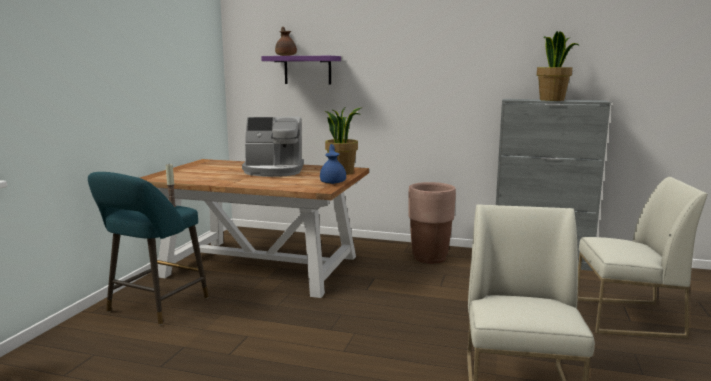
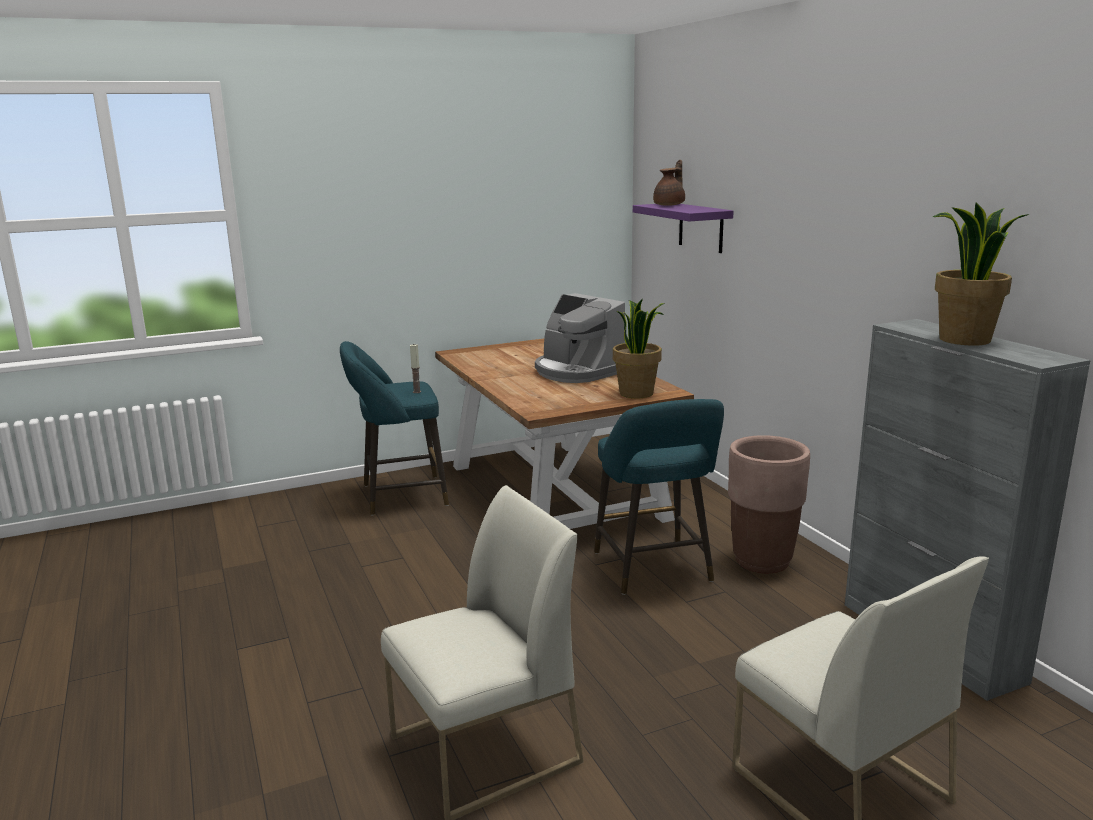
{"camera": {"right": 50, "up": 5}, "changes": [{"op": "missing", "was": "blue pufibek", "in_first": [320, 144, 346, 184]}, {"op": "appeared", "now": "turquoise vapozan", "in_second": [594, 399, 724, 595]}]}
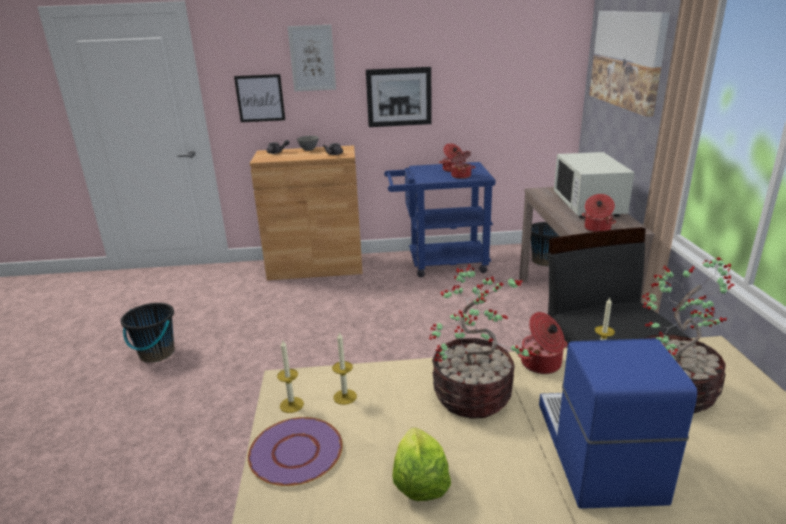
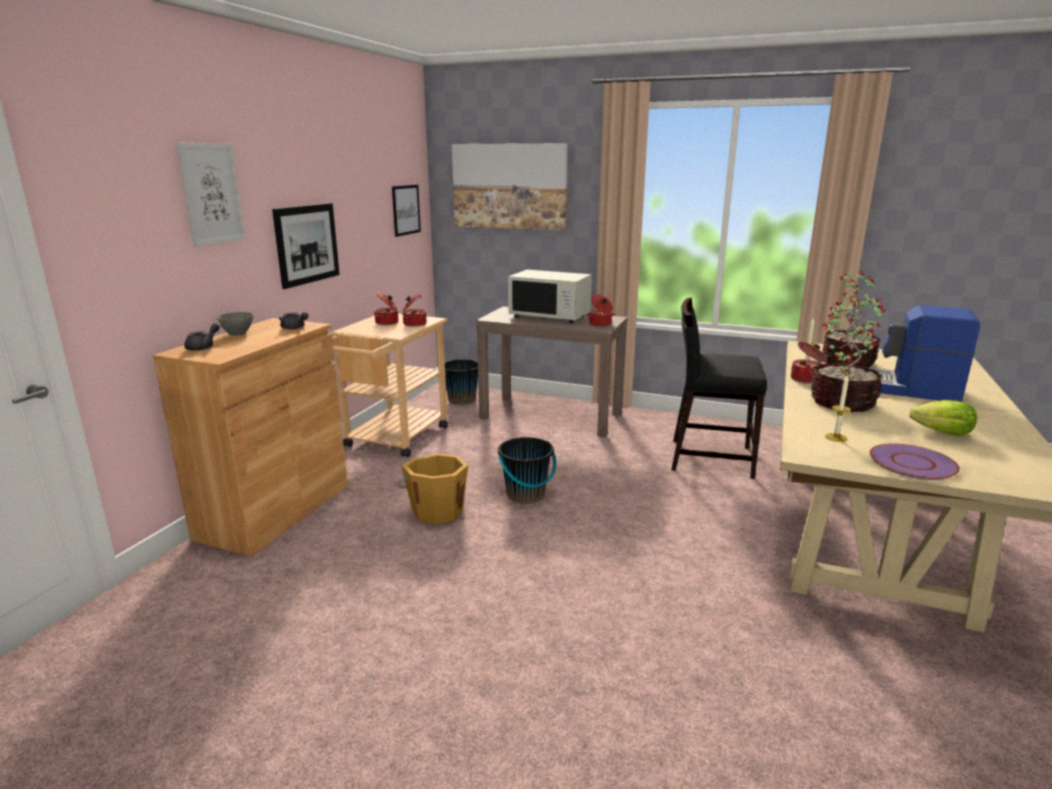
{"camera": {"right": -65, "up": -5}, "changes": [{"op": "missing", "was": "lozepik", "in_first": [277, 339, 304, 413]}, {"op": "appeared", "now": "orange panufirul", "in_second": [398, 453, 468, 525]}, {"op": "relocated", "was": "black panufirul", "in_first": [121, 303, 175, 363], "in_second": [498, 437, 557, 504]}, {"op": "relocated", "was": "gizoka", "in_first": [234, 74, 285, 122], "in_second": [392, 185, 421, 237]}, {"op": "colour", "was": "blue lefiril", "now": "beige lefiril", "in_first": [384, 162, 496, 277], "in_second": [331, 314, 448, 458]}]}
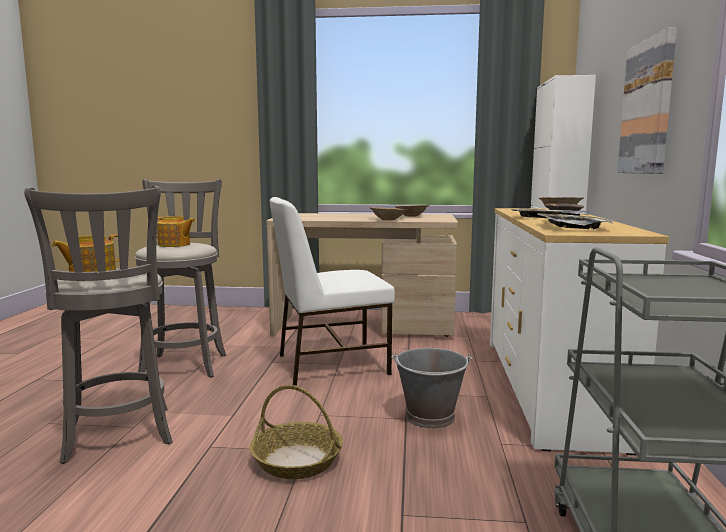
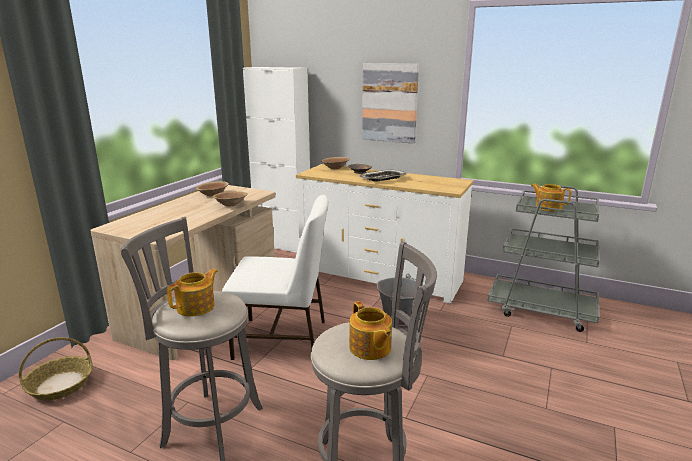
{"camera": {"right": -70, "up": 10}, "changes": [{"op": "missing", "was": "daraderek", "in_first": [537, 213, 613, 229]}, {"op": "appeared", "now": "pufibek", "in_second": [531, 184, 572, 211]}, {"op": "relocated", "was": "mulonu", "in_first": [250, 385, 343, 479], "in_second": [19, 337, 93, 400]}, {"op": "spun", "was": "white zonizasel", "in_first": [270, 197, 395, 386], "in_second": [222, 195, 328, 360], "clockwise": -90}]}
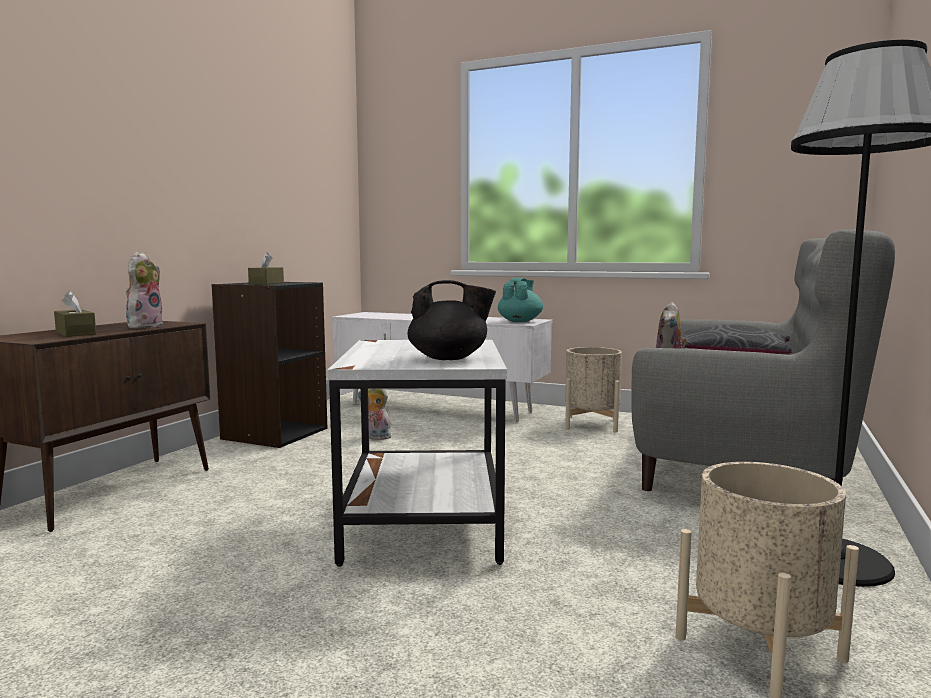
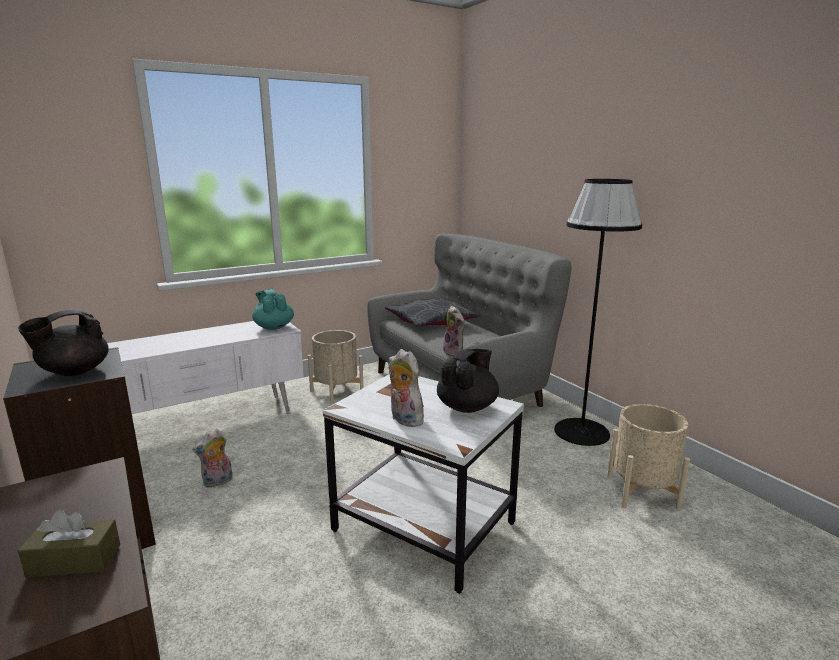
{"camera": {"right": -55, "up": 10}, "changes": [{"op": "relocated", "was": "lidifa", "in_first": [126, 252, 163, 328], "in_second": [388, 349, 424, 427]}, {"op": "exchanged", "was": "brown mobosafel", "now": "black pufibek", "in_first": [248, 252, 284, 284], "in_second": [18, 310, 109, 376]}]}
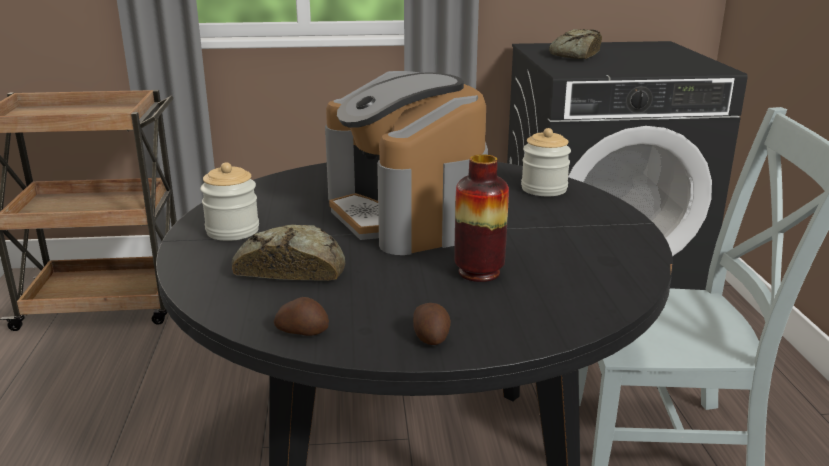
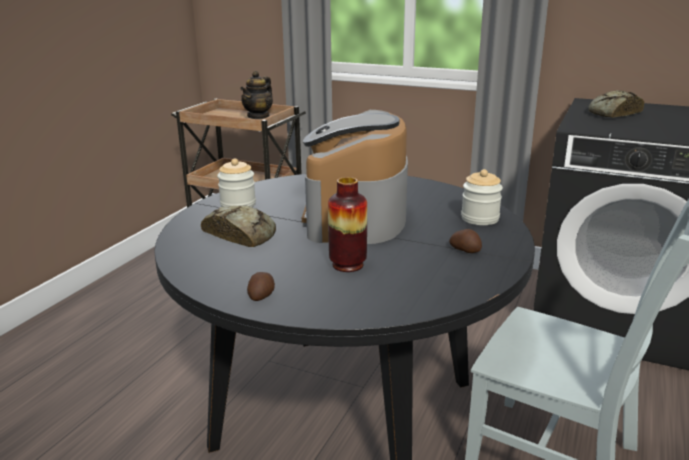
{"camera": {"right": 30, "up": 0}, "changes": [{"op": "appeared", "now": "pufibek", "in_second": [240, 71, 273, 119]}, {"op": "relocated", "was": "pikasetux", "in_first": [274, 297, 329, 336], "in_second": [449, 229, 482, 253]}]}
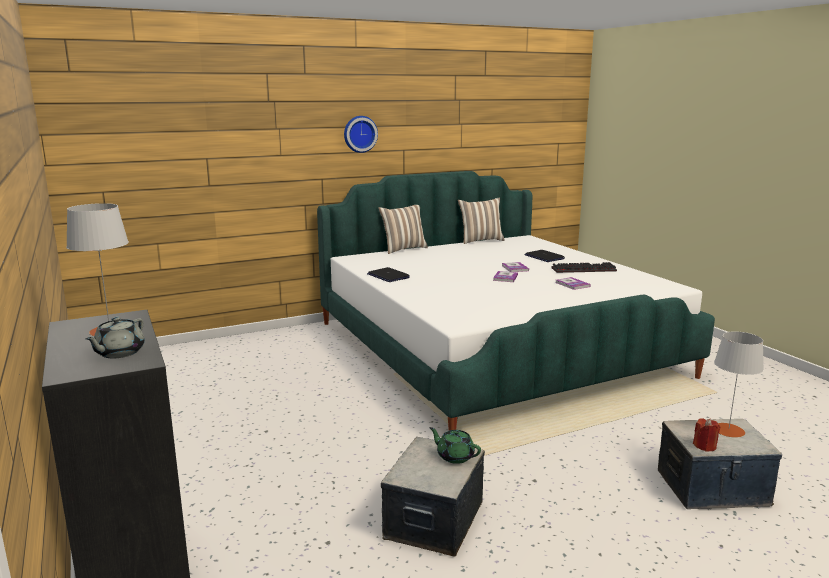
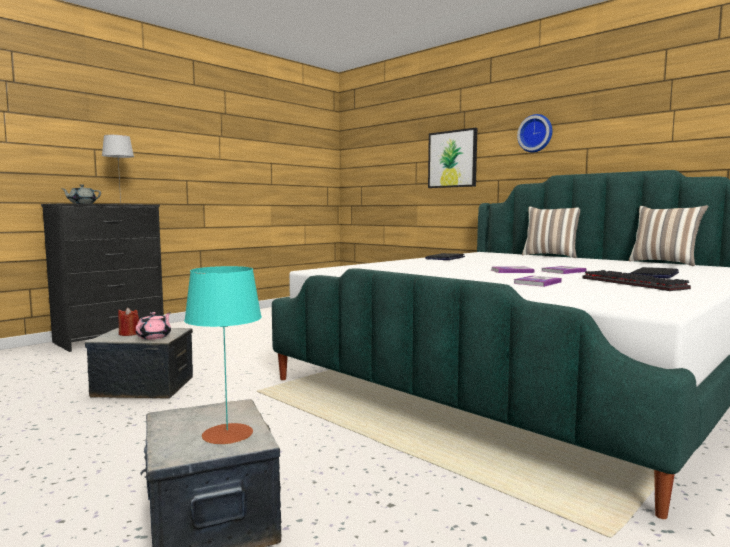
{"camera": {"right": 70, "up": -10}, "changes": [{"op": "appeared", "now": "gizoka", "in_second": [428, 128, 477, 188]}, {"op": "relocated", "was": "red lozepik", "in_first": [693, 418, 720, 452], "in_second": [118, 307, 139, 336]}, {"op": "colour", "was": "green pufibek", "now": "pink pufibek", "in_first": [429, 427, 481, 464], "in_second": [136, 312, 171, 340]}, {"op": "colour", "was": "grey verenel", "now": "turquoise verenel", "in_first": [714, 331, 764, 438], "in_second": [184, 266, 262, 444]}]}
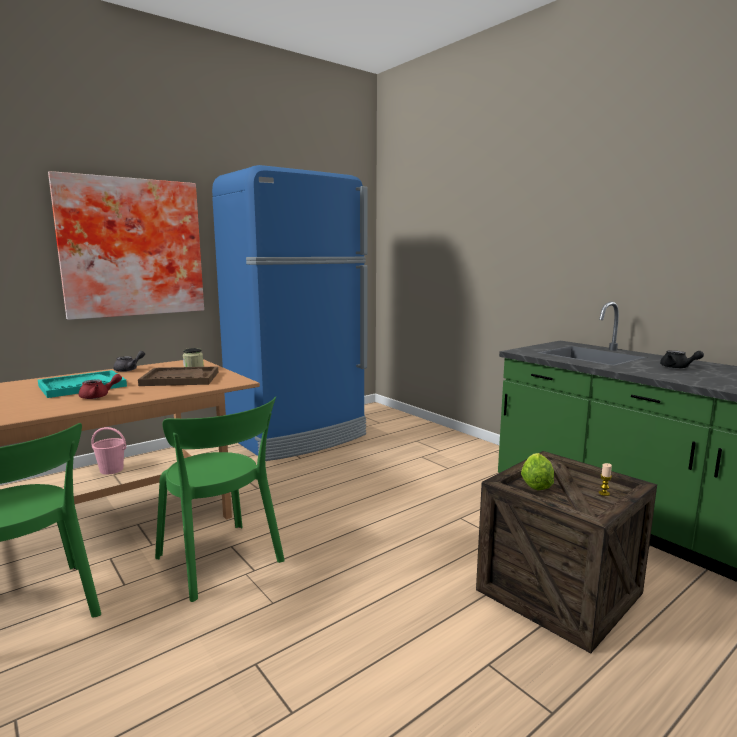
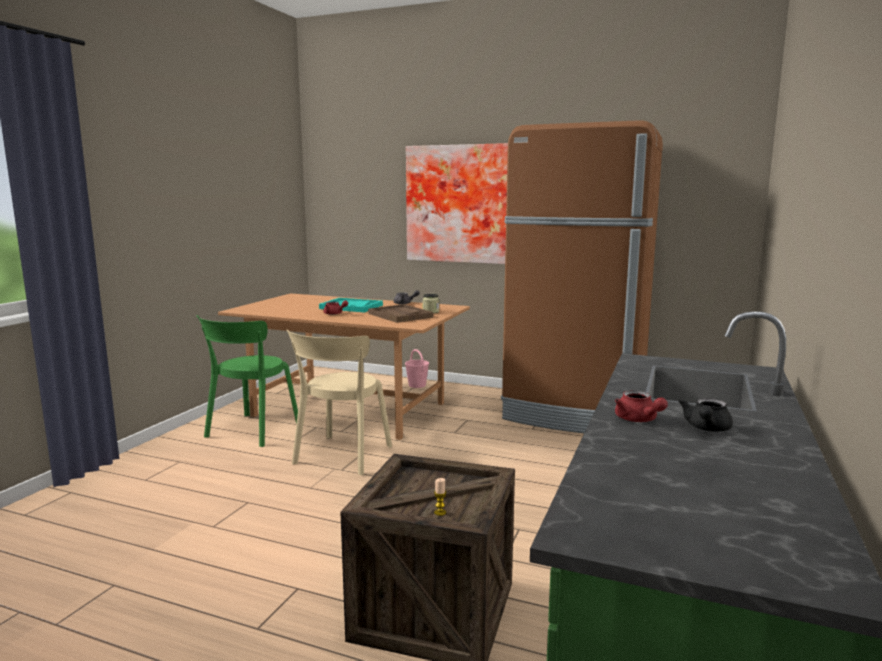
{"camera": {"right": 60, "up": 0}, "changes": [{"op": "missing", "was": "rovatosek", "in_first": [521, 453, 554, 490]}, {"op": "appeared", "now": "red pufibek", "in_second": [615, 390, 668, 422]}, {"op": "colour", "was": "green zonizasel", "now": "beige zonizasel", "in_first": [155, 396, 285, 602], "in_second": [287, 330, 392, 475]}, {"op": "colour", "was": "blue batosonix", "now": "brown batosonix", "in_first": [212, 165, 368, 461], "in_second": [501, 120, 663, 433]}]}
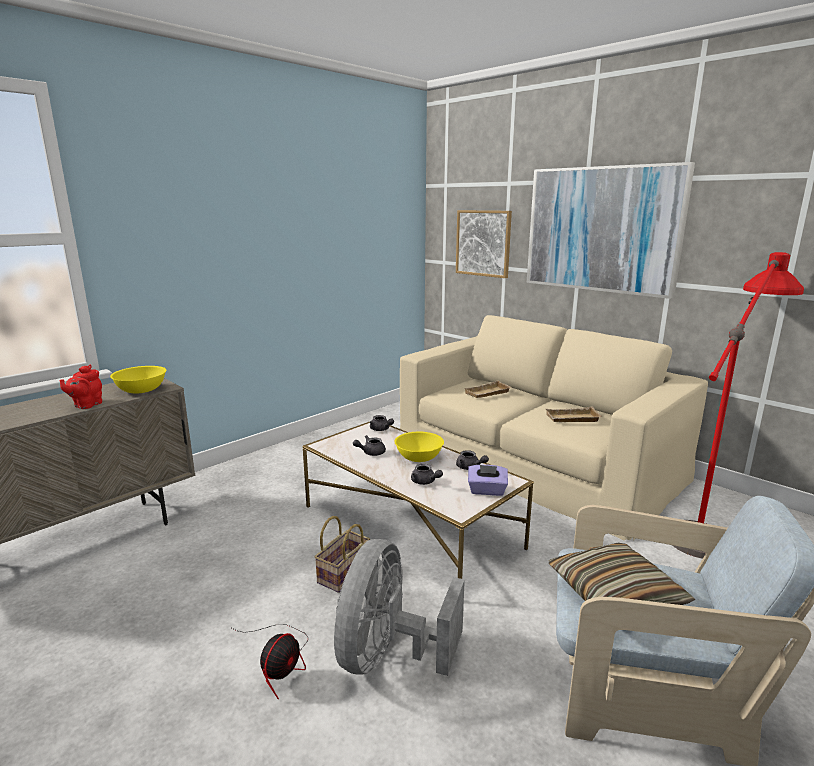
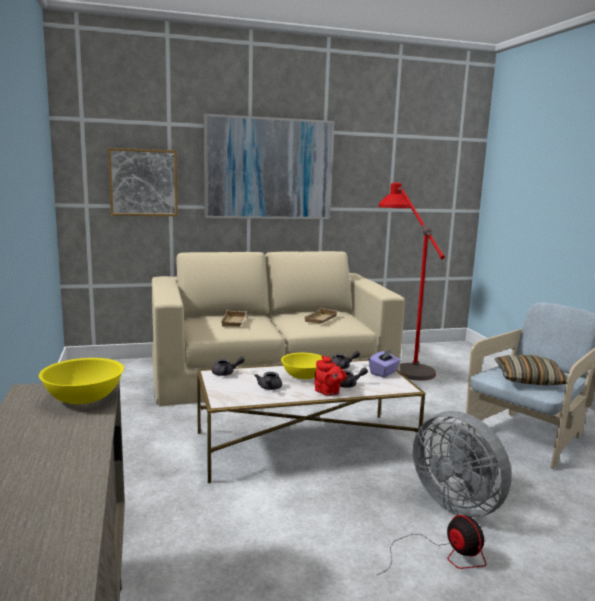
{"camera": {"right": -60, "up": -5}, "changes": [{"op": "missing", "was": "mulonu", "in_first": [314, 516, 370, 593]}, {"op": "relocated", "was": "red pufibek", "in_first": [60, 365, 102, 409], "in_second": [314, 356, 347, 396]}]}
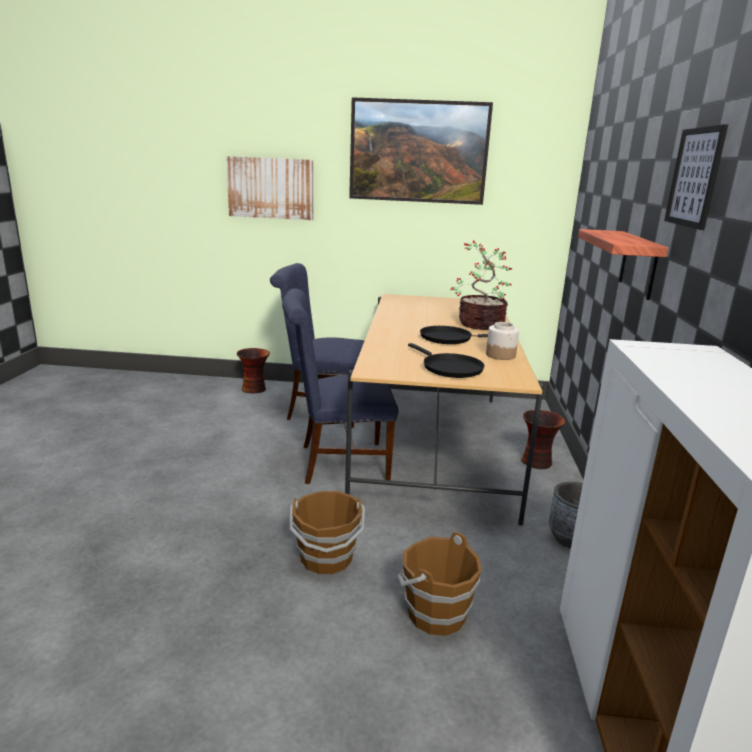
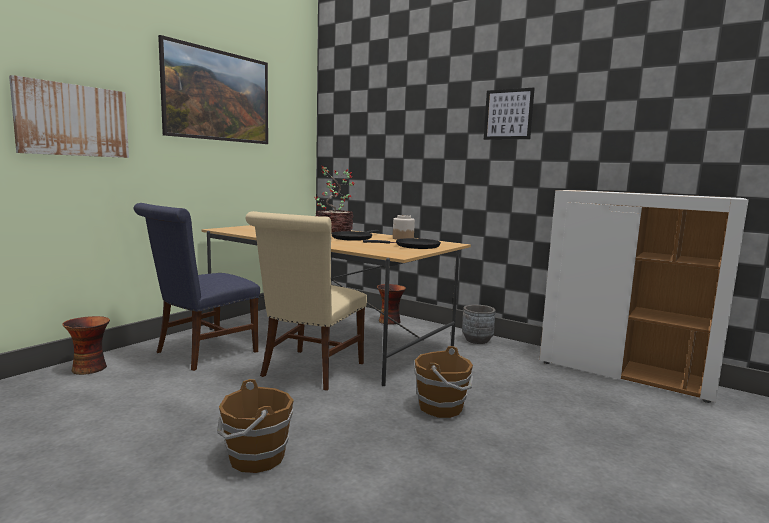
{"camera": {"right": -60, "up": -10}, "changes": [{"op": "missing", "was": "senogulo", "in_first": [578, 229, 668, 300]}, {"op": "relocated", "was": "brown panufirul", "in_first": [397, 532, 481, 636], "in_second": [217, 379, 293, 473]}, {"op": "colour", "was": "blue zonizasel", "now": "beige zonizasel", "in_first": [282, 288, 399, 484], "in_second": [246, 211, 367, 391]}]}
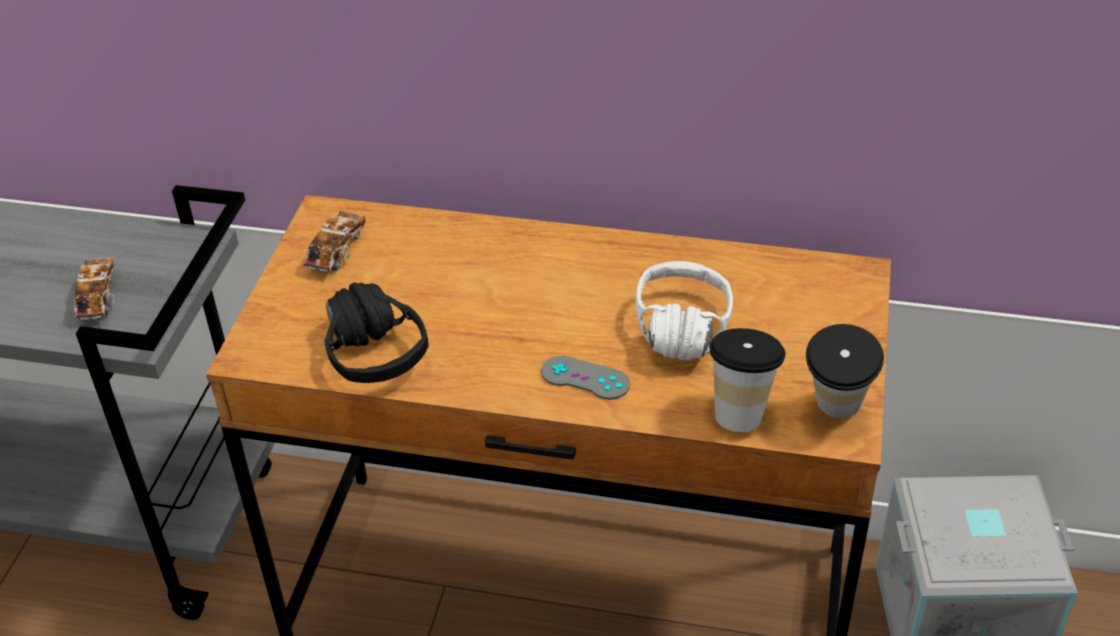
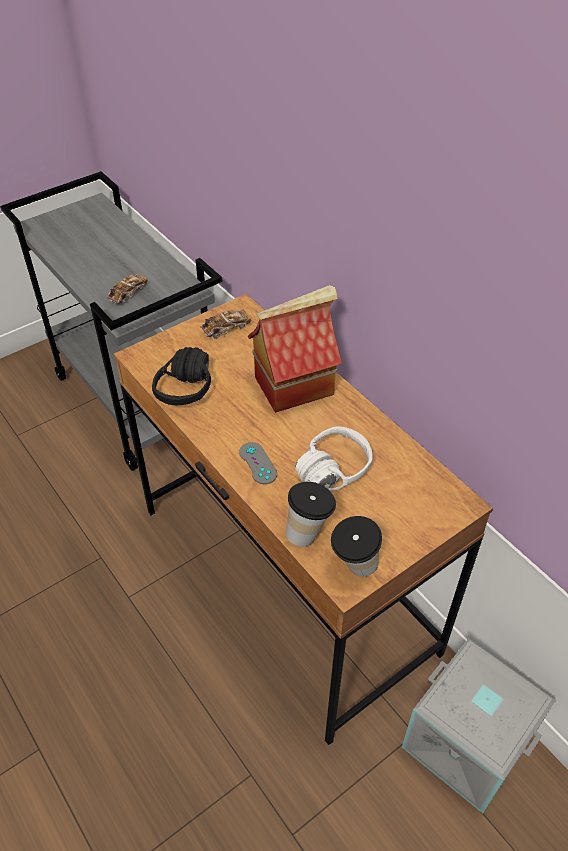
{"camera": {"right": 40, "up": 5}, "changes": [{"op": "appeared", "now": "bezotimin", "in_second": [248, 285, 342, 413]}]}
